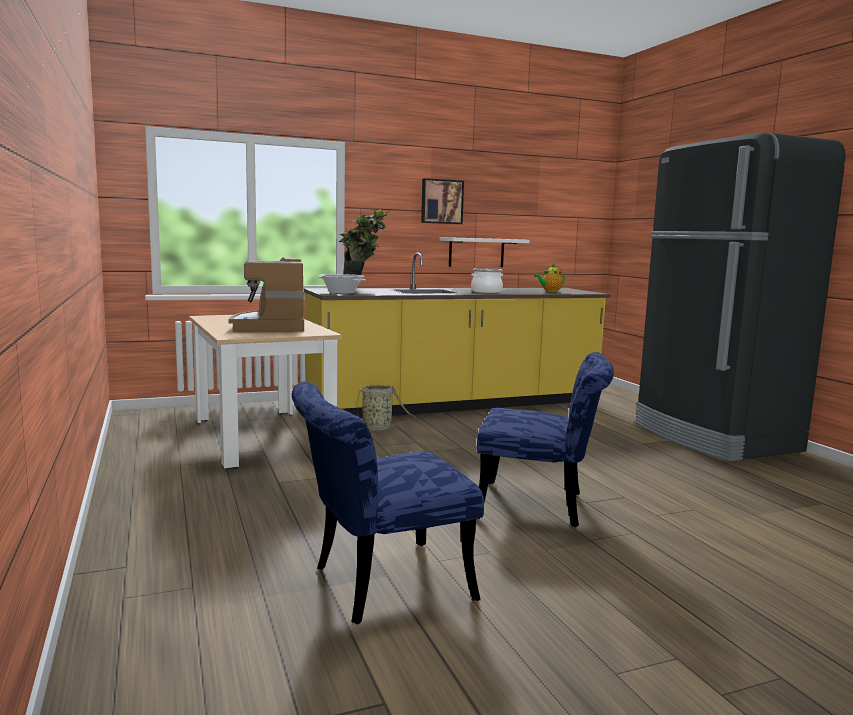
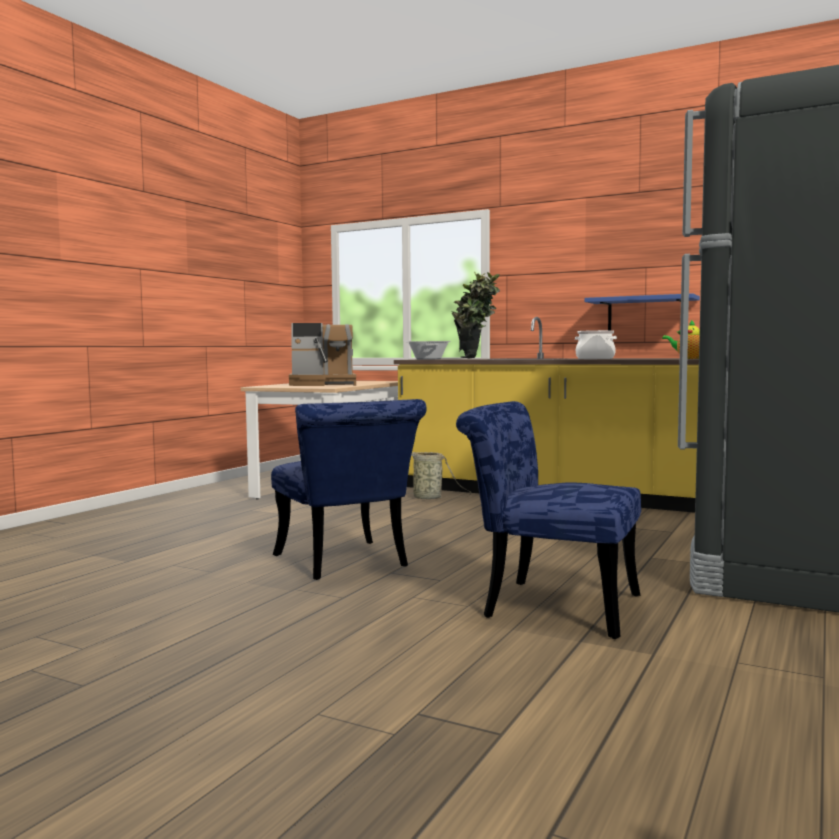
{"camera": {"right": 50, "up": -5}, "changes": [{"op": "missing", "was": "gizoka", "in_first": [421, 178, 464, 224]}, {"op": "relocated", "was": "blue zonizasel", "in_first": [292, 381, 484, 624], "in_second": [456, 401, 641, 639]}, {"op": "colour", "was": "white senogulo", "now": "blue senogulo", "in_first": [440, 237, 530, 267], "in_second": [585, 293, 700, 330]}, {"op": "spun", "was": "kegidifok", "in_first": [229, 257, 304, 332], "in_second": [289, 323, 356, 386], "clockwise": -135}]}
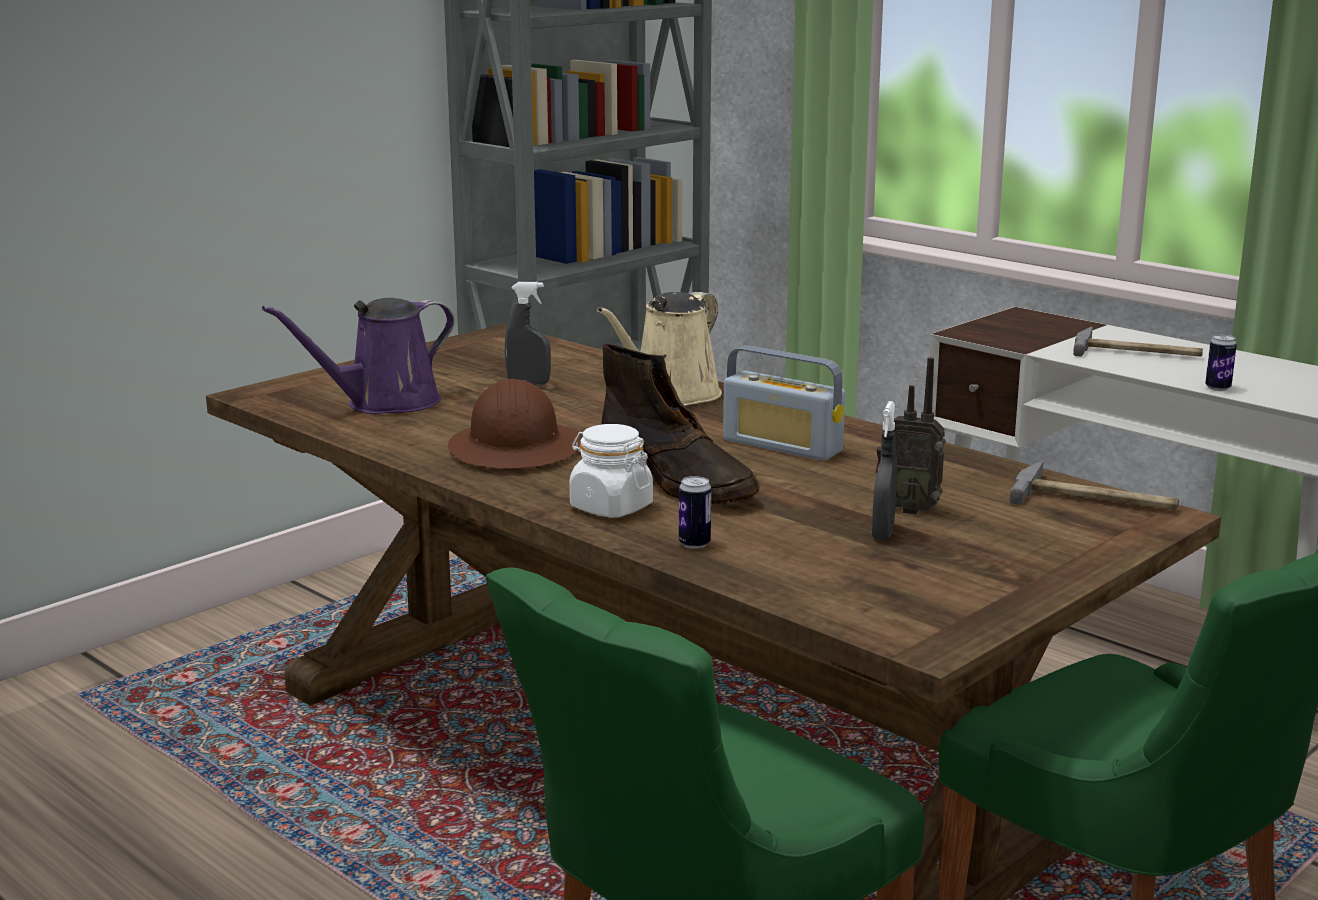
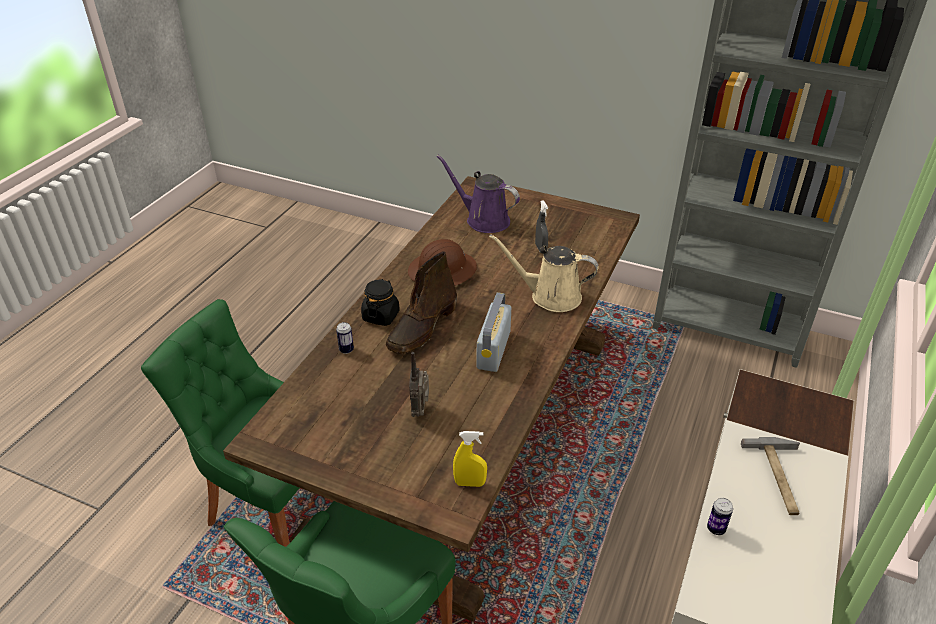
{"camera": {"right": 70, "up": 20}, "changes": [{"op": "missing", "was": "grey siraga", "in_first": [872, 401, 897, 540]}, {"op": "exchanged", "was": "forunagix", "now": "yellow siraga", "in_first": [1010, 460, 1179, 510], "in_second": [453, 431, 487, 487]}, {"op": "colour", "was": "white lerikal", "now": "black lerikal", "in_first": [569, 424, 653, 518], "in_second": [361, 279, 400, 326]}]}
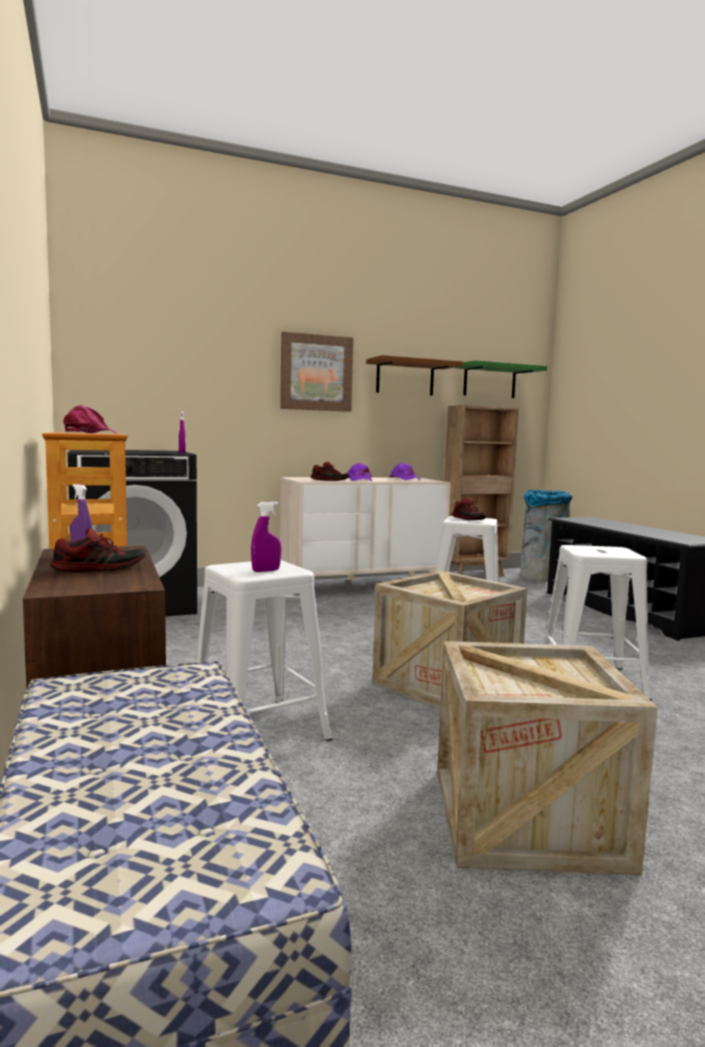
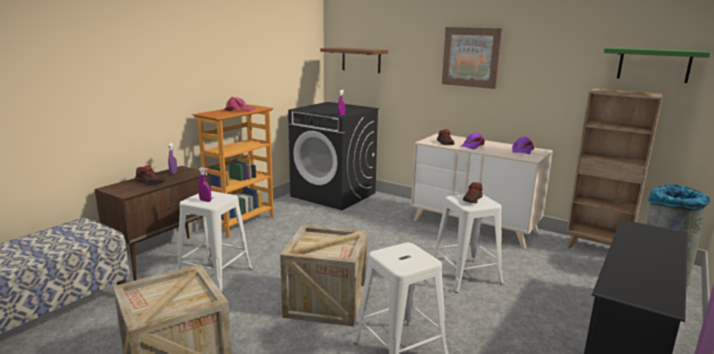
{"camera": {"right": 55, "up": 10}, "changes": [{"op": "relocated", "was": "brown senogulo", "in_first": [366, 355, 463, 396], "in_second": [320, 47, 388, 73]}]}
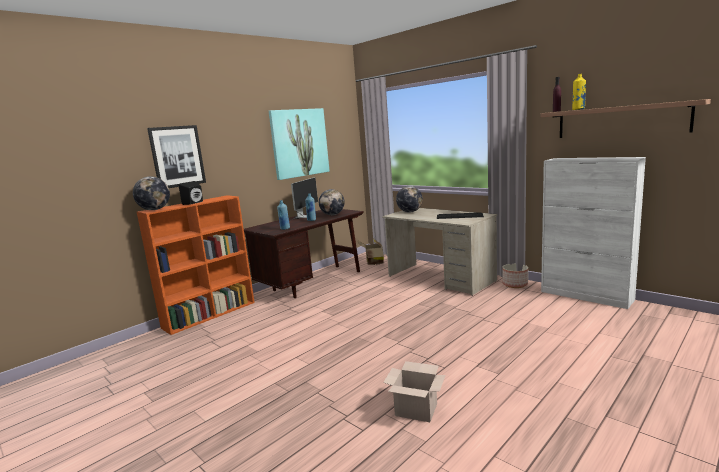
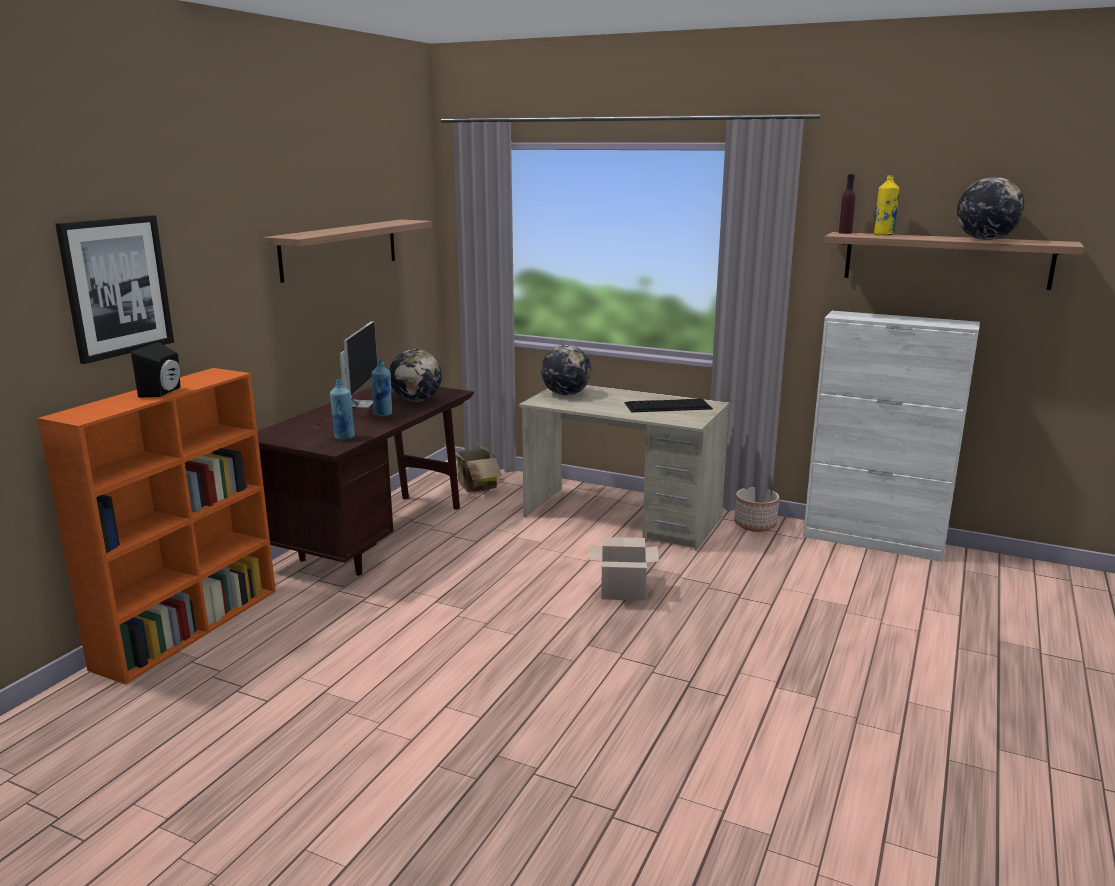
{"camera": {"right": -20, "up": 5}, "changes": [{"op": "relocated", "was": "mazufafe", "in_first": [133, 176, 170, 210], "in_second": [957, 177, 1025, 240]}, {"op": "relocated", "was": "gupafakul", "in_first": [383, 361, 446, 422], "in_second": [590, 537, 659, 601]}, {"op": "exchanged", "was": "gizoka", "now": "senogulo", "in_first": [269, 108, 330, 180], "in_second": [264, 220, 432, 283]}]}
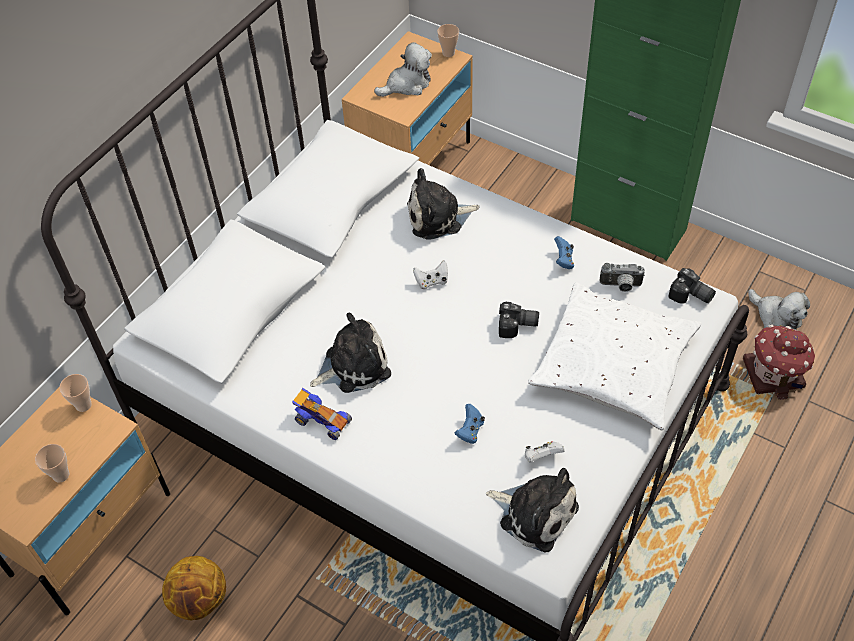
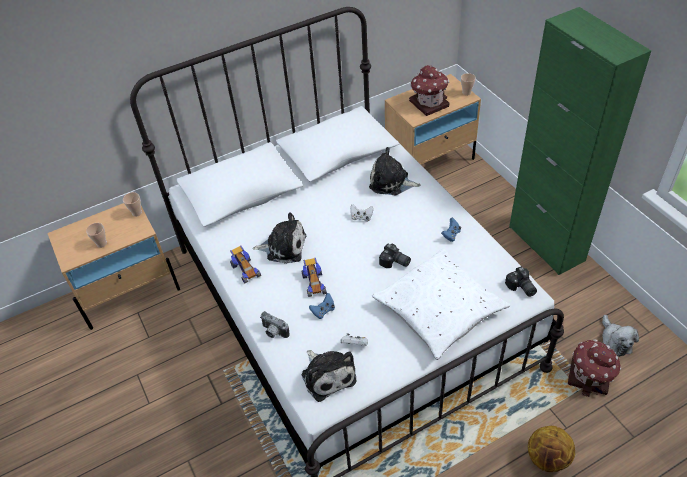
{"camera": {"right": 30, "up": -5}, "changes": [{"op": "appeared", "now": "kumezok", "in_second": [302, 258, 327, 297]}, {"op": "relocated", "was": "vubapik", "in_first": [162, 556, 226, 620], "in_second": [528, 426, 575, 472]}, {"op": "relocated", "was": "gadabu", "in_first": [599, 263, 645, 292], "in_second": [260, 311, 290, 338]}, {"op": "exchanged", "was": "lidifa", "now": "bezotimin", "in_first": [374, 42, 432, 97], "in_second": [409, 65, 449, 116]}]}
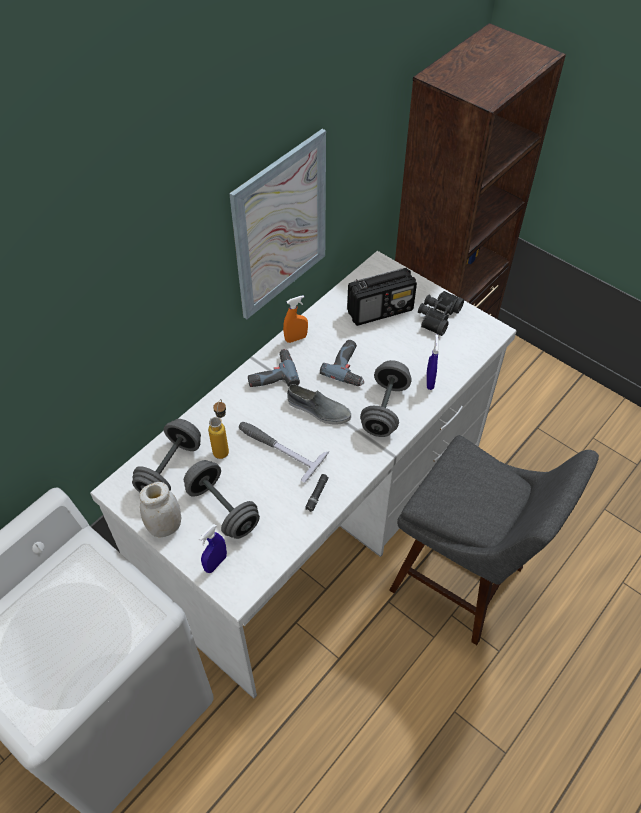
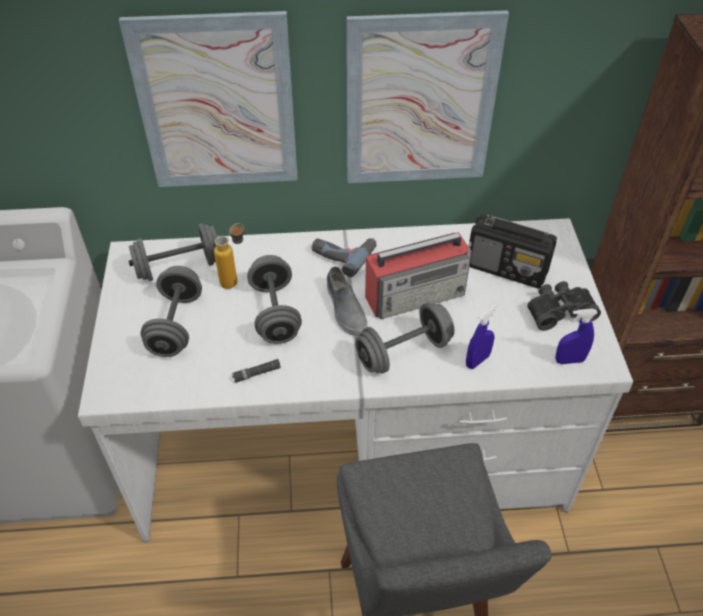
{"camera": {"right": 45, "up": -5}, "changes": [{"op": "missing", "was": "white lerikal", "in_first": [139, 482, 181, 537]}, {"op": "missing", "was": "orange siraga", "in_first": [283, 295, 308, 343]}, {"op": "appeared", "now": "gizoka", "in_second": [119, 11, 298, 187]}, {"op": "relocated", "was": "blue siraga", "in_first": [199, 524, 227, 573], "in_second": [555, 309, 598, 364]}, {"op": "exchanged", "was": "forunagix", "now": "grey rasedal", "in_first": [239, 422, 330, 483], "in_second": [247, 255, 302, 344]}, {"op": "exchanged", "was": "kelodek", "now": "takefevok", "in_first": [320, 340, 364, 386], "in_second": [365, 232, 472, 319]}]}
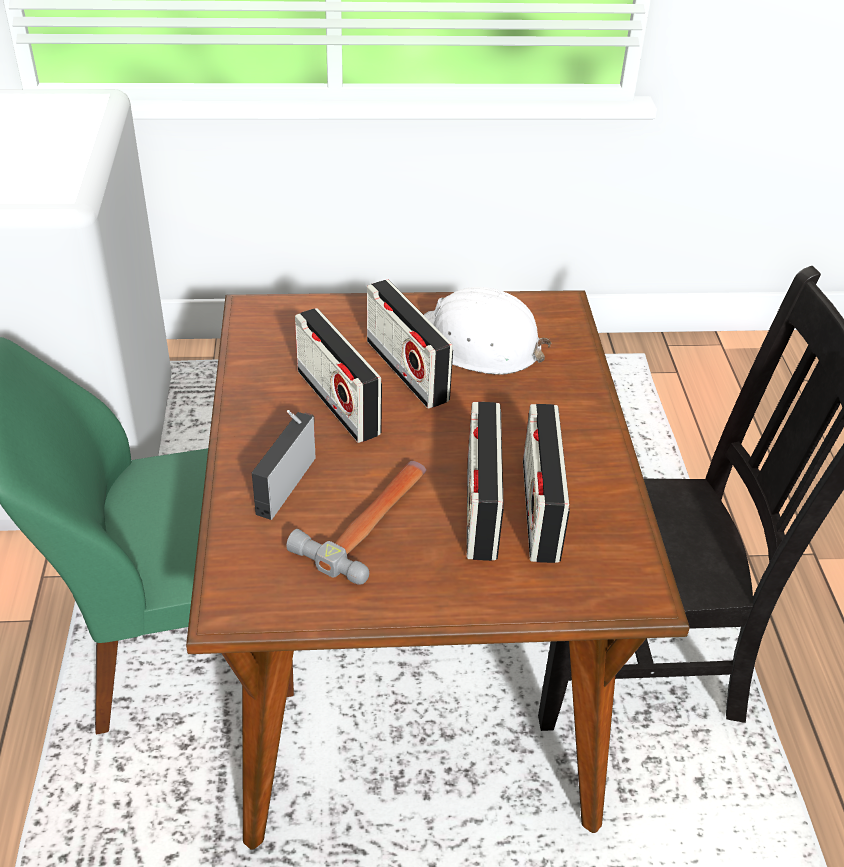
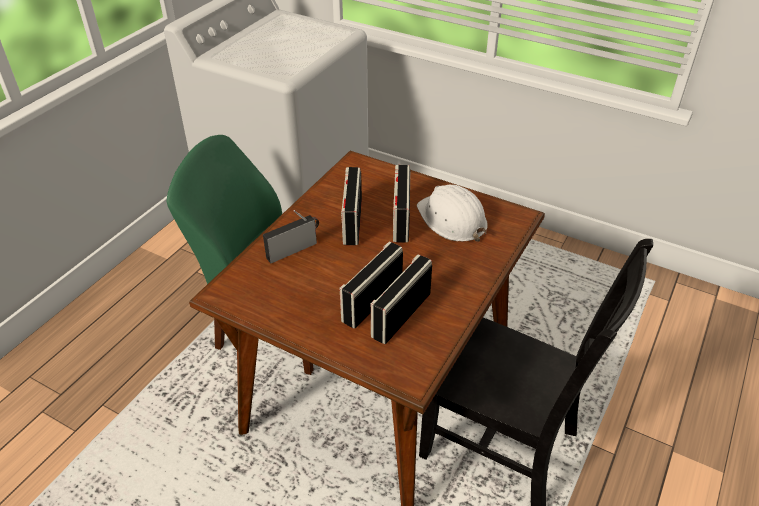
{"camera": {"right": 35, "up": 0}, "changes": [{"op": "missing", "was": "forunagix", "in_first": [286, 461, 426, 585]}]}
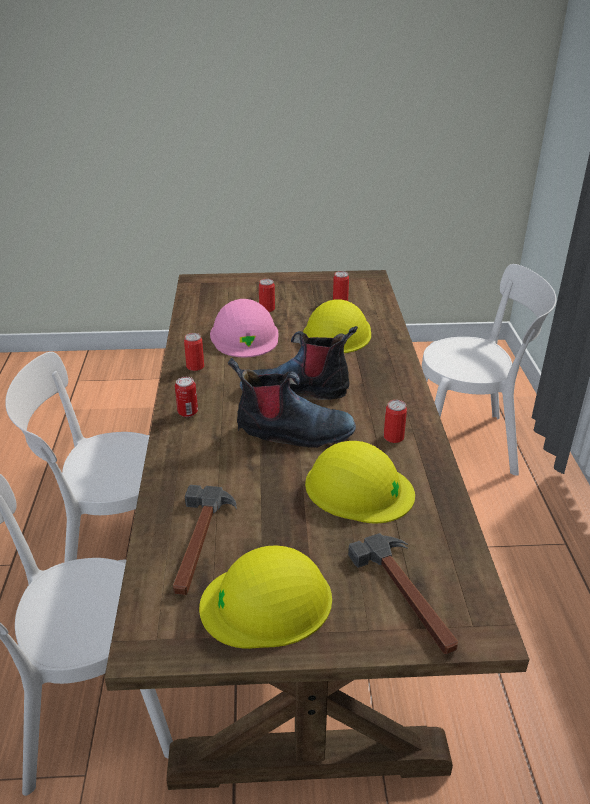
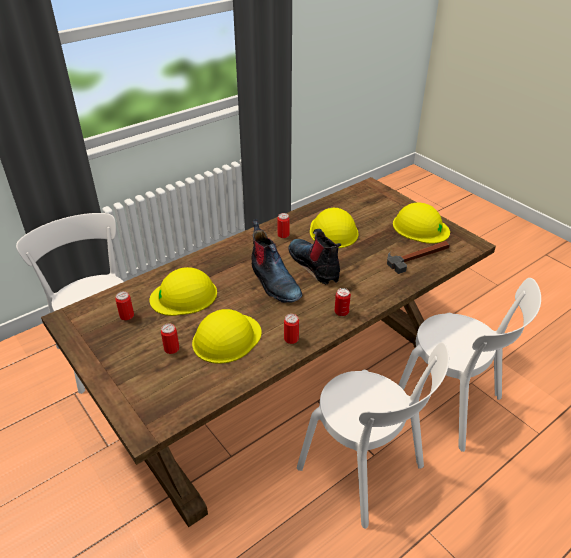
{"camera": {"right": -125, "up": 5}, "changes": [{"op": "missing", "was": "forunagix", "in_first": [348, 533, 458, 654]}, {"op": "colour", "was": "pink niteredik", "now": "yellow niteredik", "in_first": [210, 299, 279, 357], "in_second": [192, 309, 262, 364]}]}
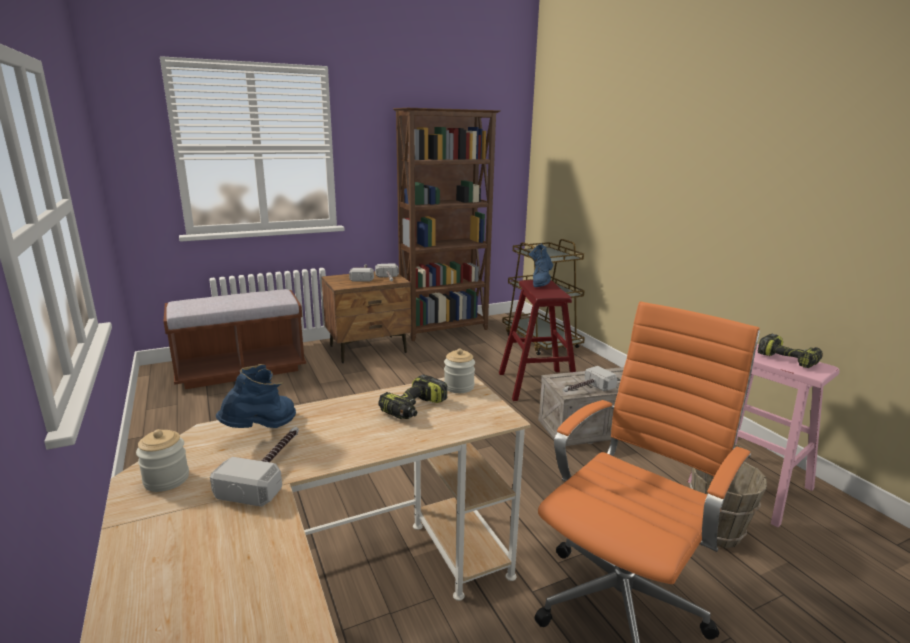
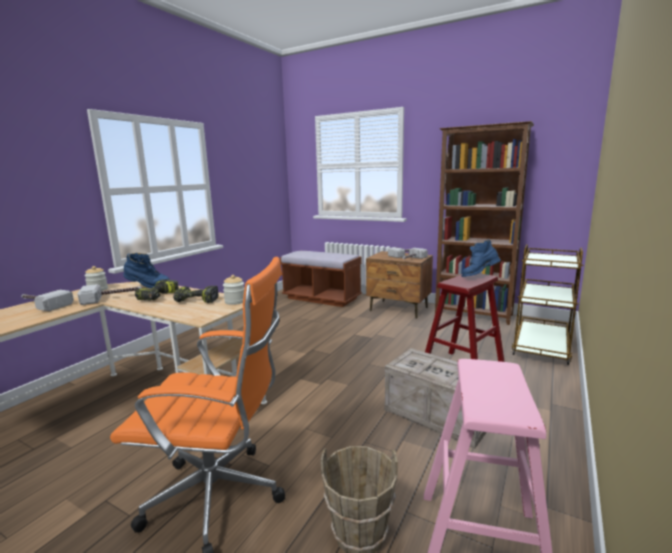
{"camera": {"right": 55, "up": -5}, "changes": [{"op": "relocated", "was": "forunagix", "in_first": [563, 366, 617, 392], "in_second": [21, 290, 74, 311]}, {"op": "relocated", "was": "kelodek", "in_first": [758, 334, 823, 368], "in_second": [135, 279, 179, 301]}]}
